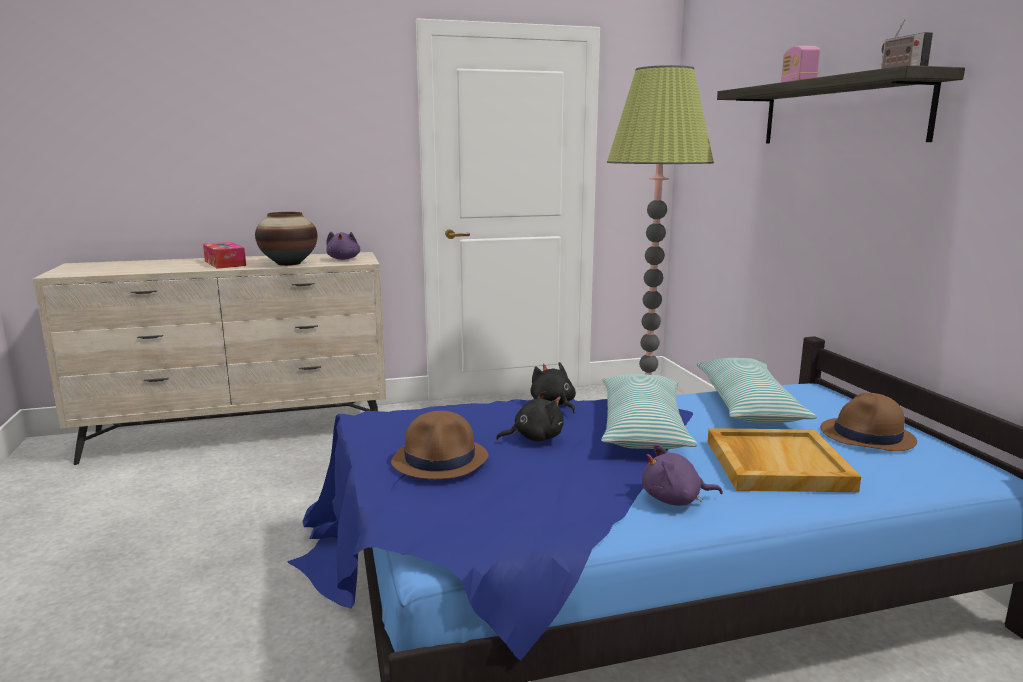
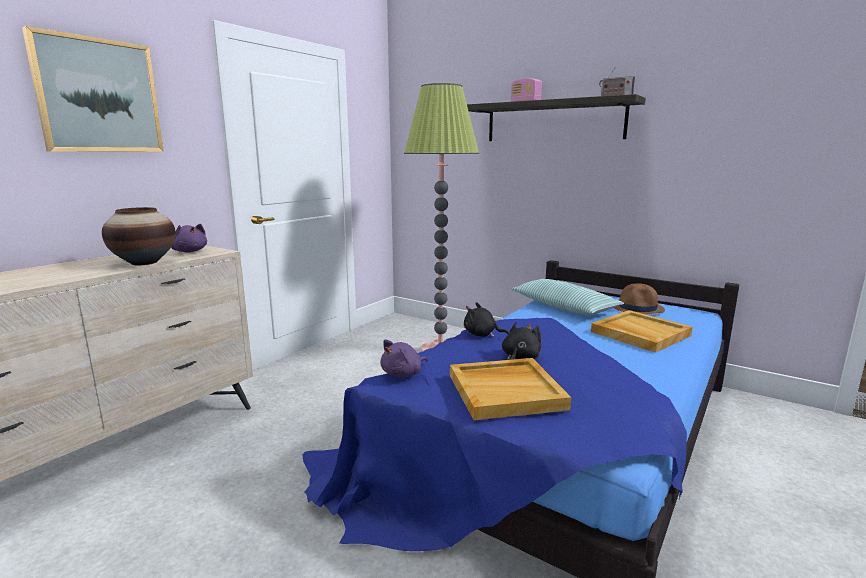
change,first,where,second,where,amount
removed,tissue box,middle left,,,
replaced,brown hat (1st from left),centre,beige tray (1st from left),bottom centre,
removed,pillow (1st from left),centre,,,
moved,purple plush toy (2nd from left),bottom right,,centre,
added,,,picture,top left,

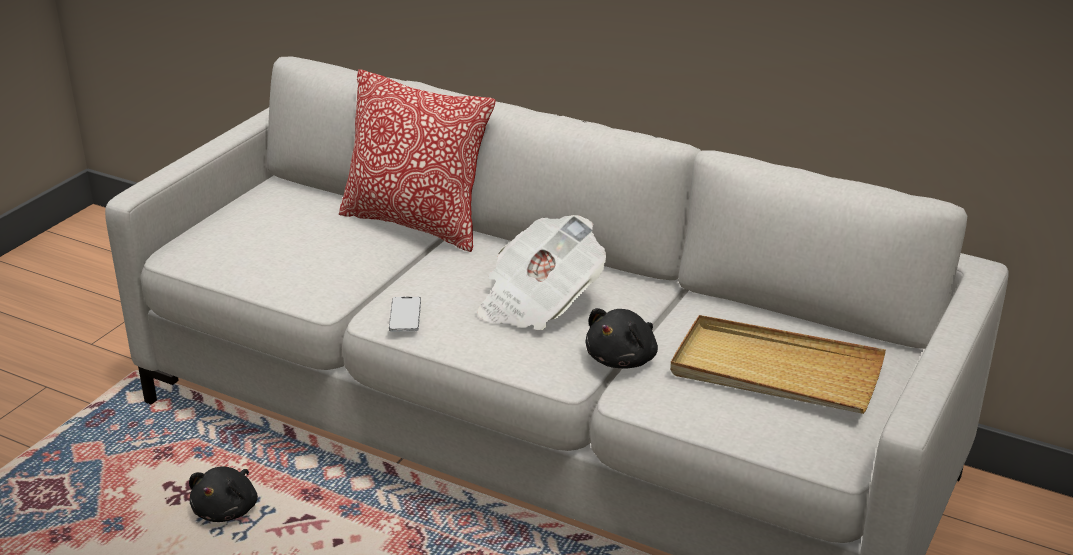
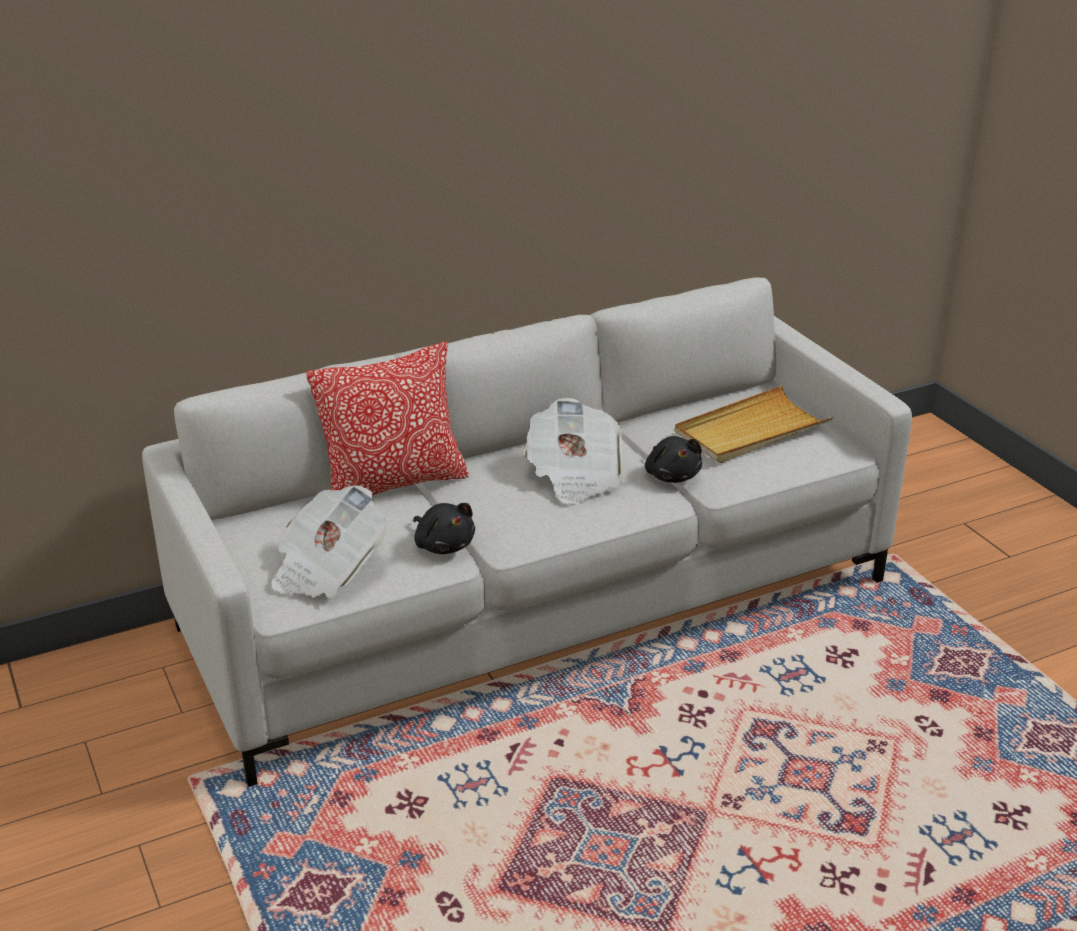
change,first,where,second,where,amount
moved,black plush toy (1st from left),bottom left,,centre,
removed,phone,centre,,,
added,,,newspaper (1st from left),middle left,

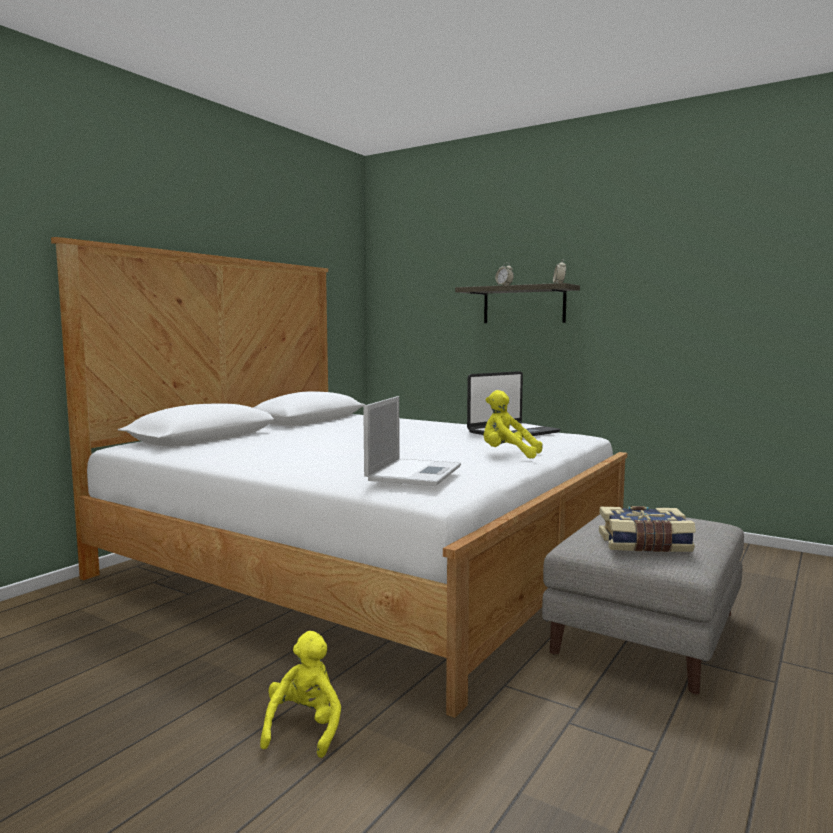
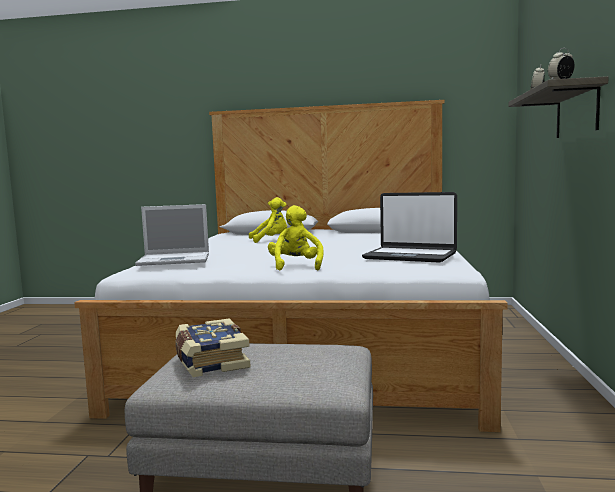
change,first,where,second,where,amount
moved,yellow plush toy (1st from left),bottom centre,,centre,

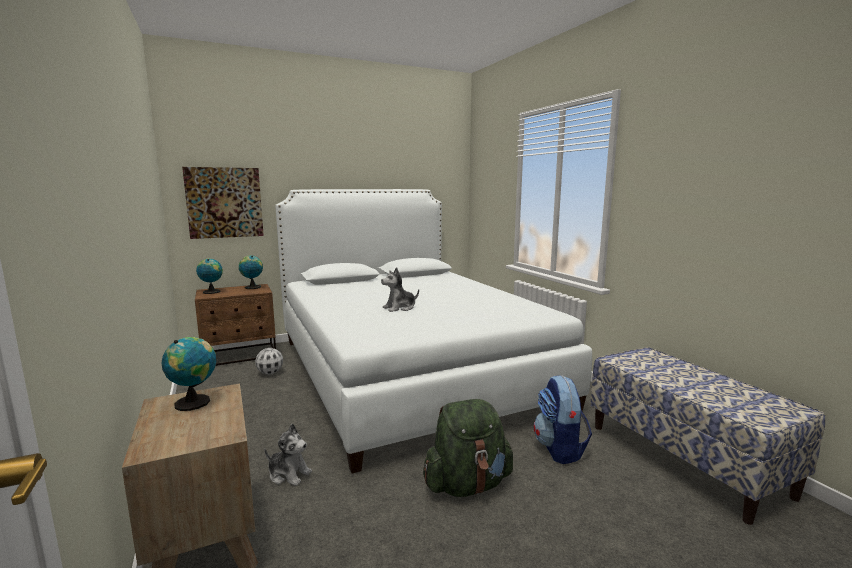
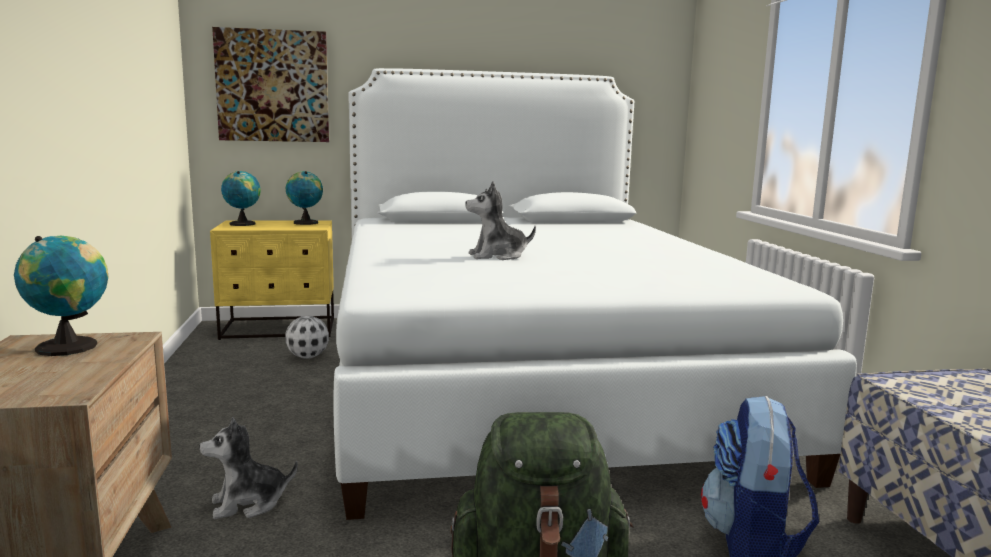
change,first,where,second,where,amount
recoloured,brown nightstand (2nd from left),middle left,yellow nightstand,middle left,
turned,plush toy (1st from left),bottom centre,,bottom left,120 degrees clockwise

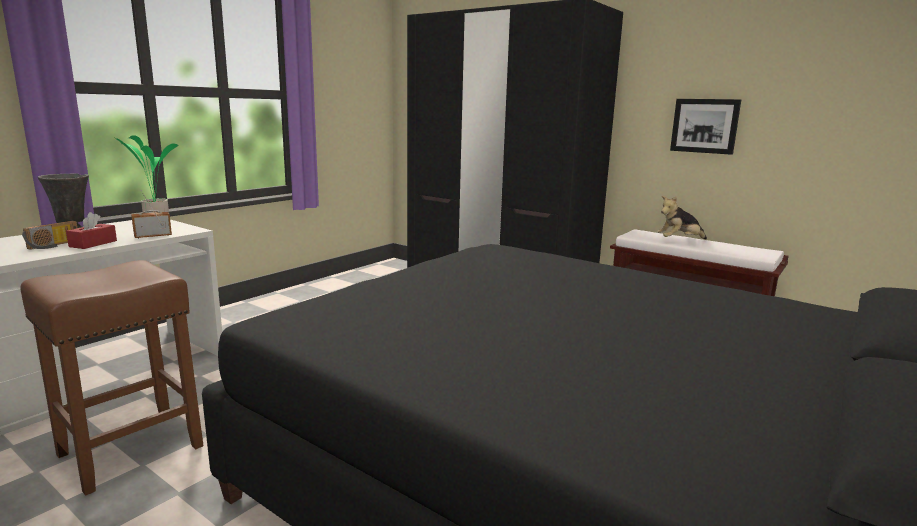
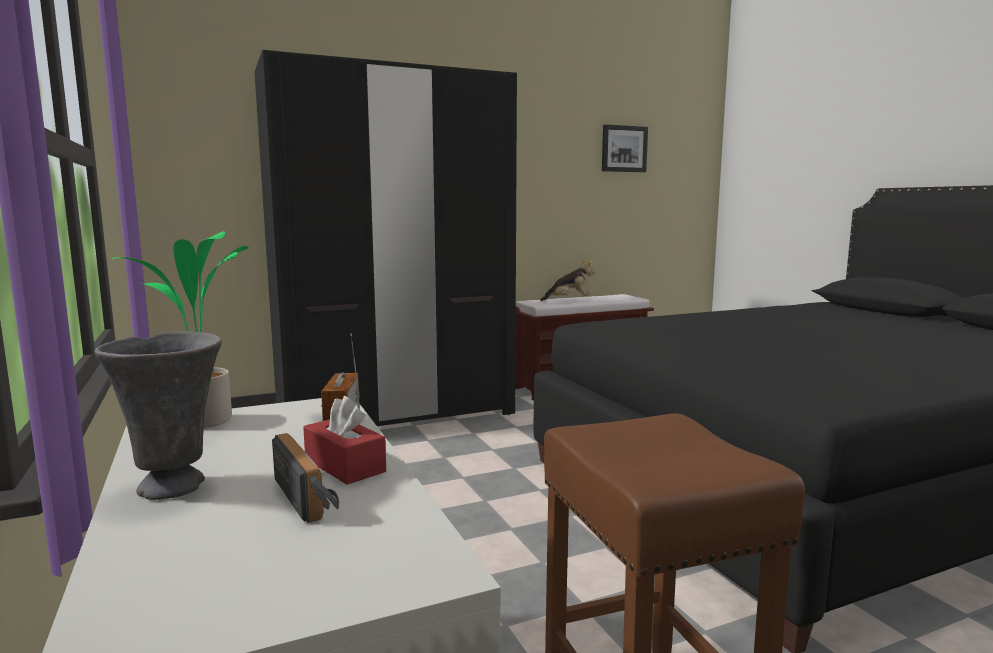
change,first,where,second,where,amount
turned,plush toy,middle right,,centre,105 degrees counterclockwise
moved,picture,top right,,top centre,

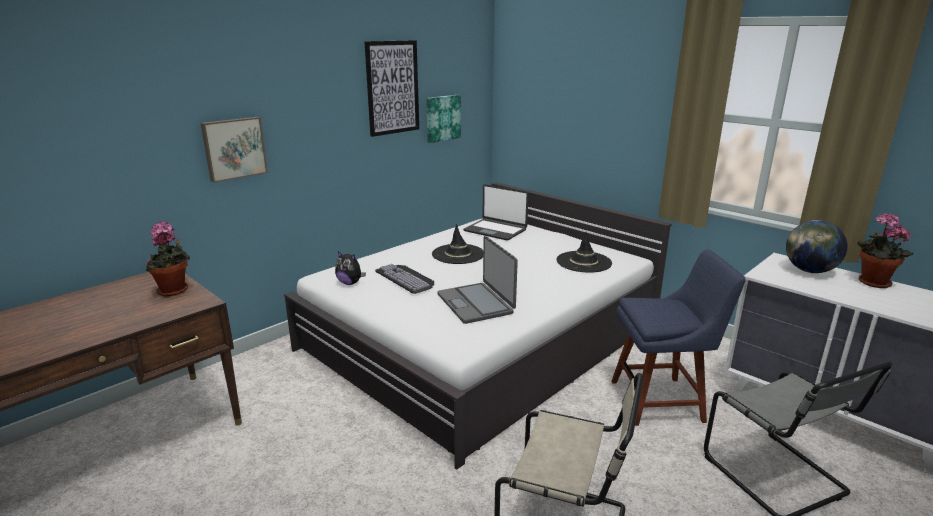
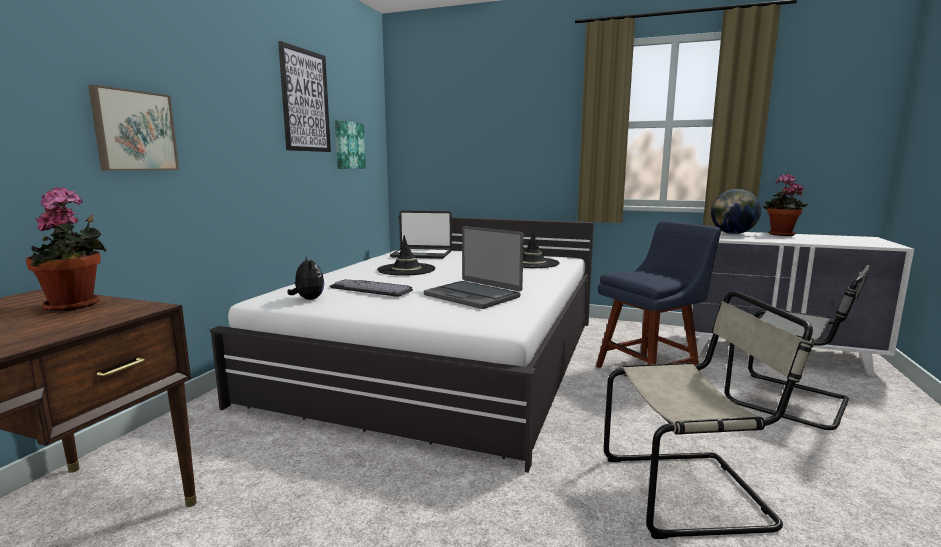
change,first,where,second,where,amount
turned,plush toy,centre,,middle left,120 degrees counterclockwise

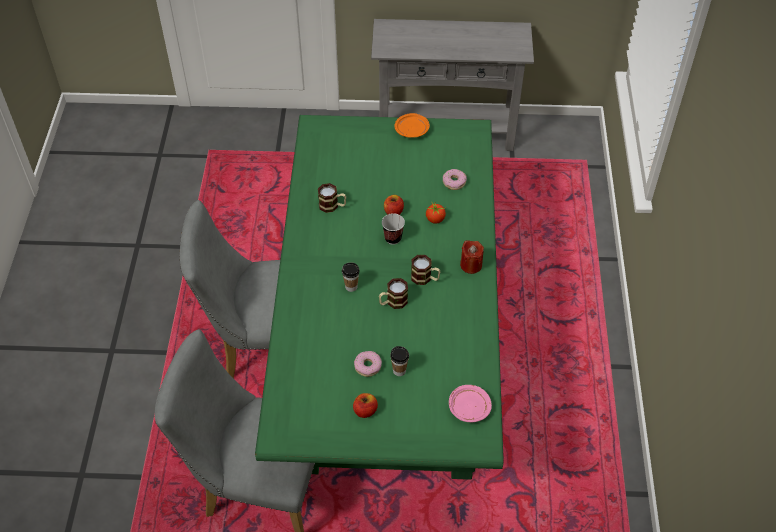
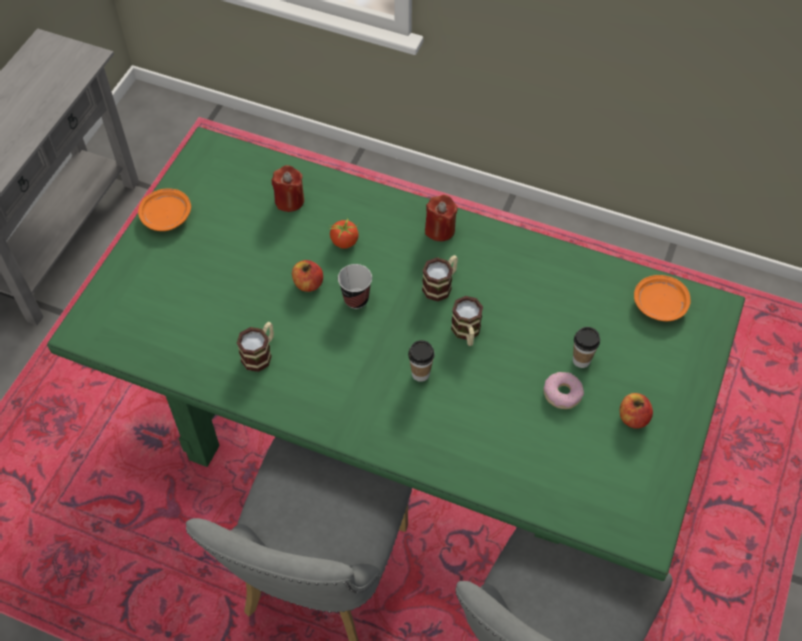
change,first,where,second,where,amount
replaced,donut (2nd from left),centre,red candle (1st from left),top centre,
recoloured,pink plate,bottom centre,orange plate (2nd from left),middle right,

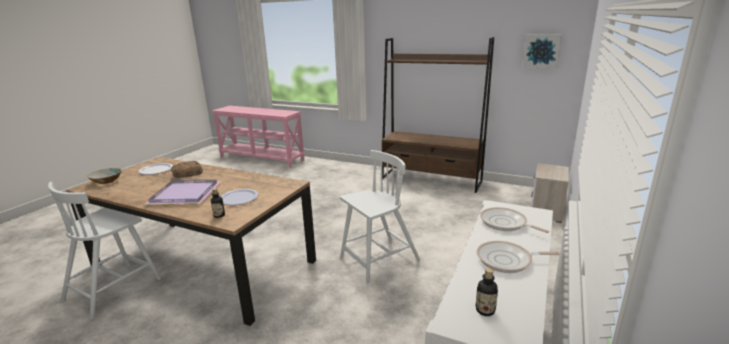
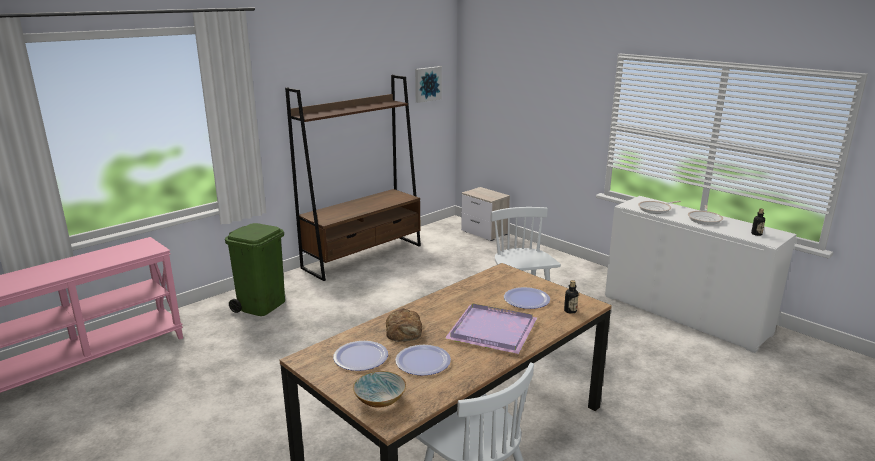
change,first,where,second,where,amount
added,,,green trash can,middle left,
added,,,plate (2nd from left),bottom centre,

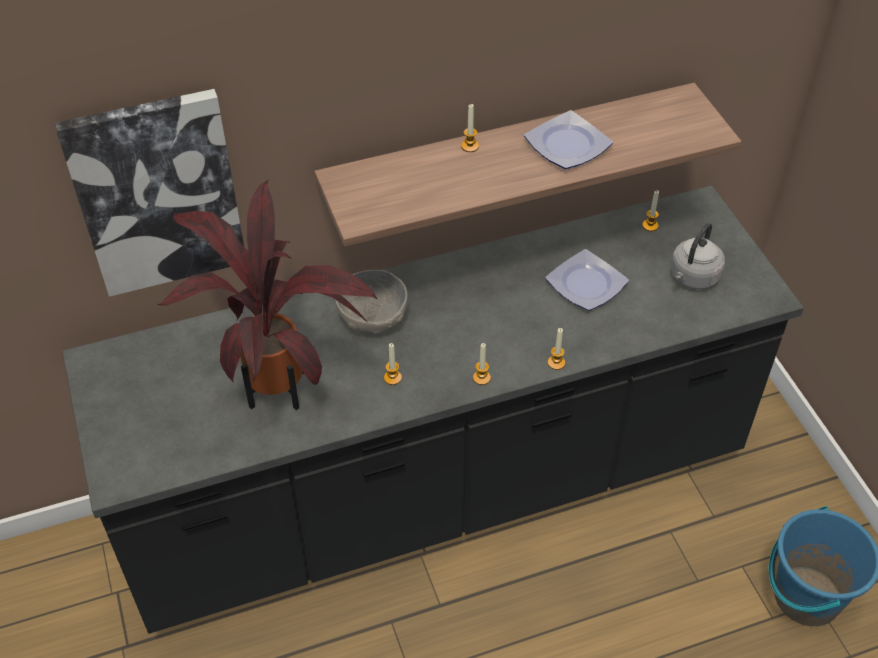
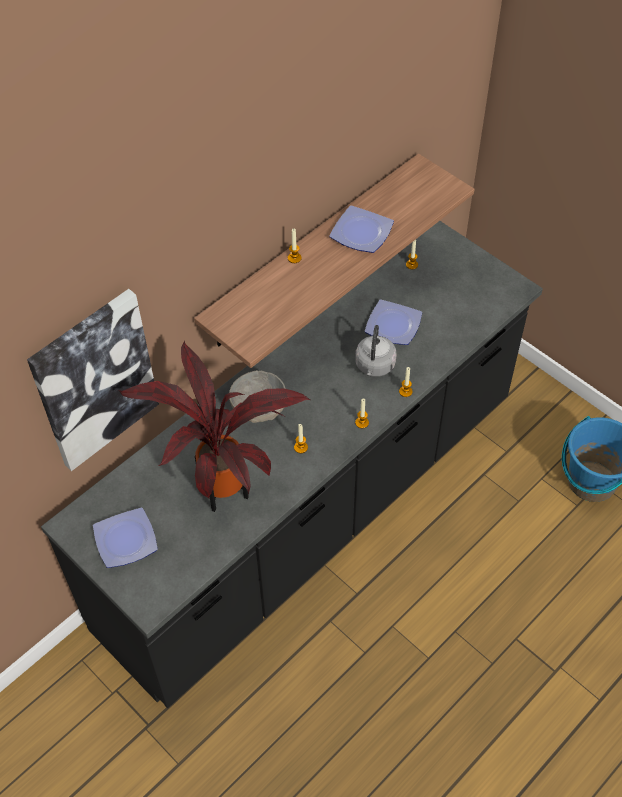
change,first,where,second,where,amount
moved,grey kettle,middle right,,centre,
added,,,plate (1st from left),bottom left,

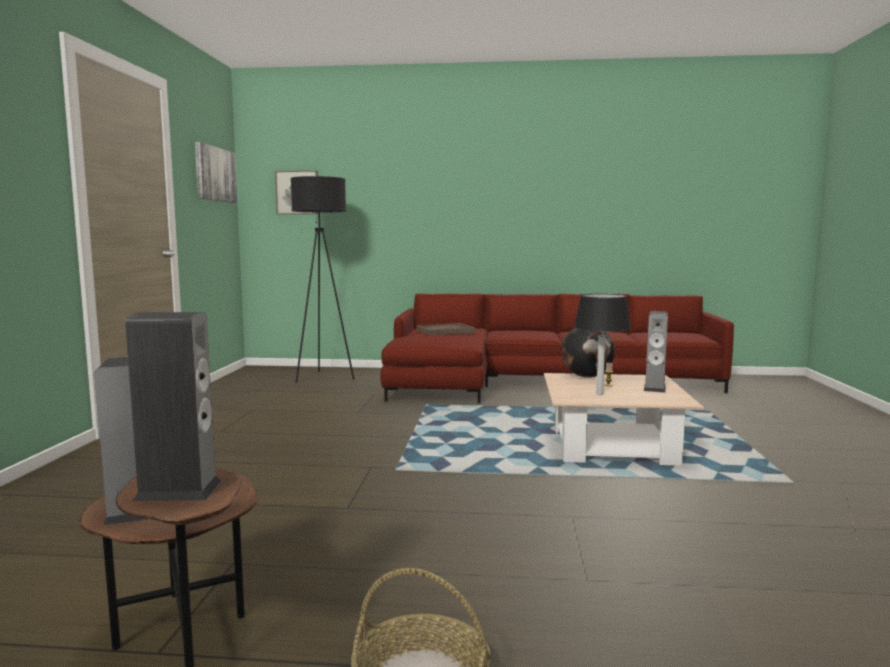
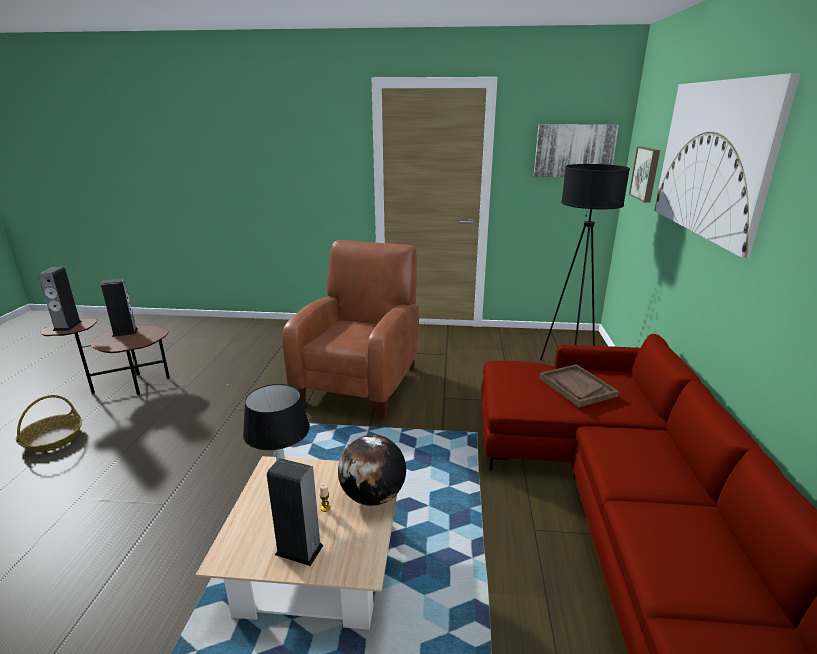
change,first,where,second,where,amount
added,,,brown armchair,centre,
added,,,picture (3rd from left),top right,

